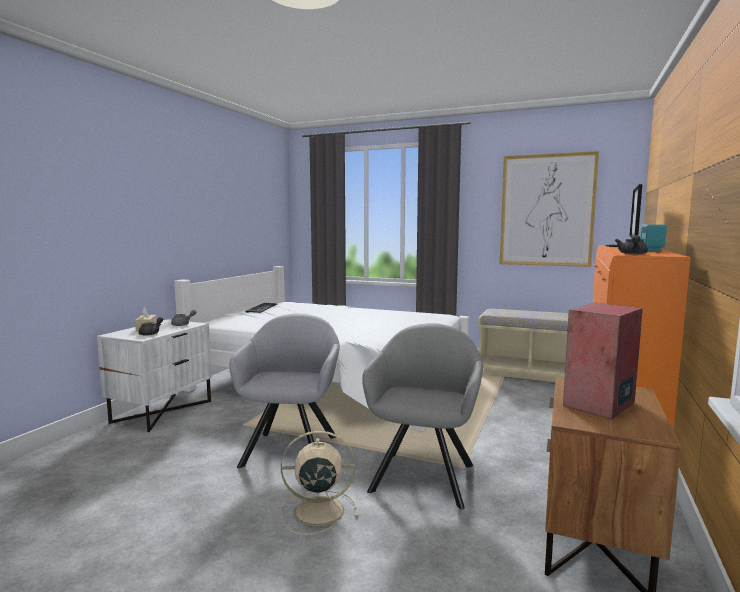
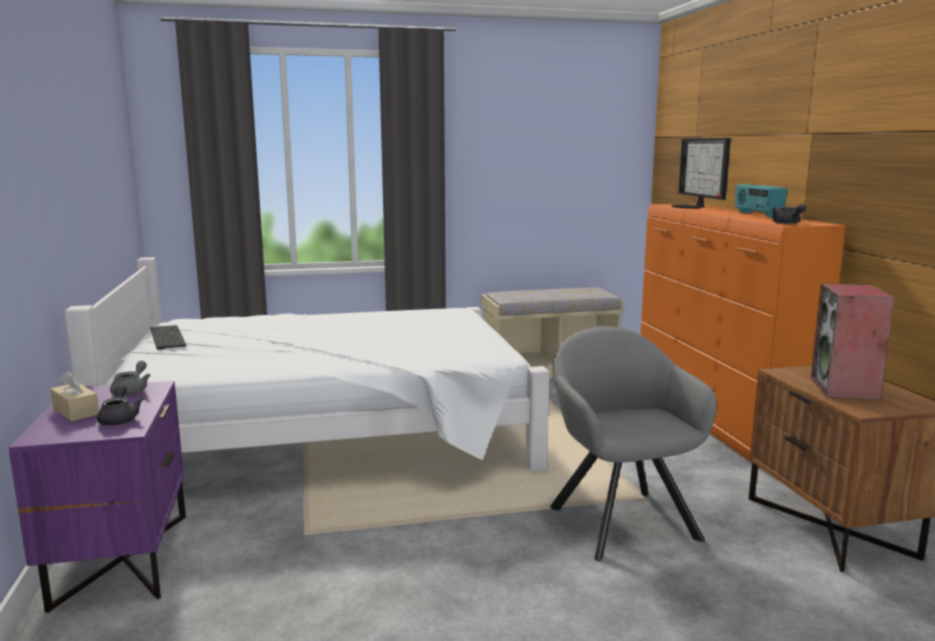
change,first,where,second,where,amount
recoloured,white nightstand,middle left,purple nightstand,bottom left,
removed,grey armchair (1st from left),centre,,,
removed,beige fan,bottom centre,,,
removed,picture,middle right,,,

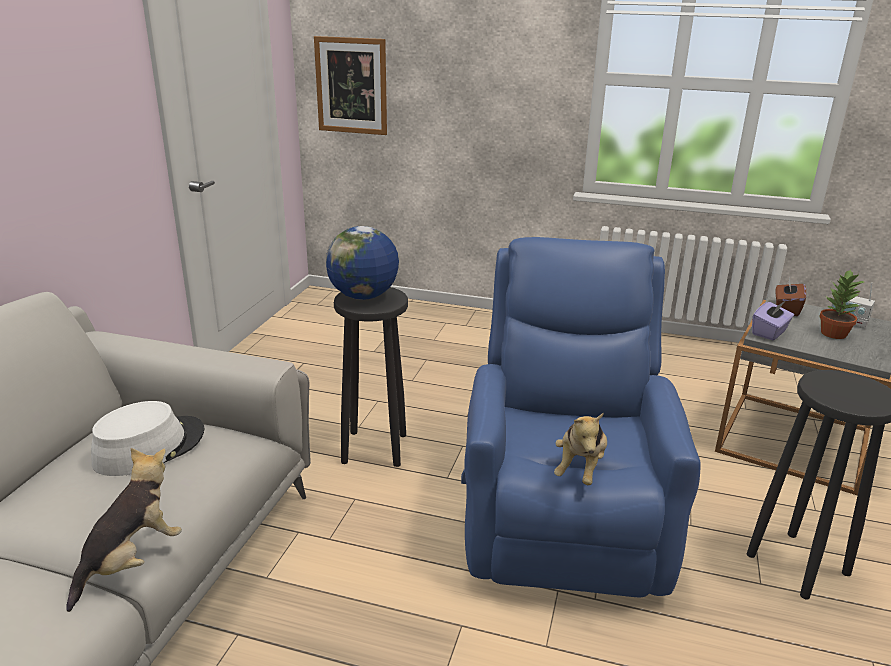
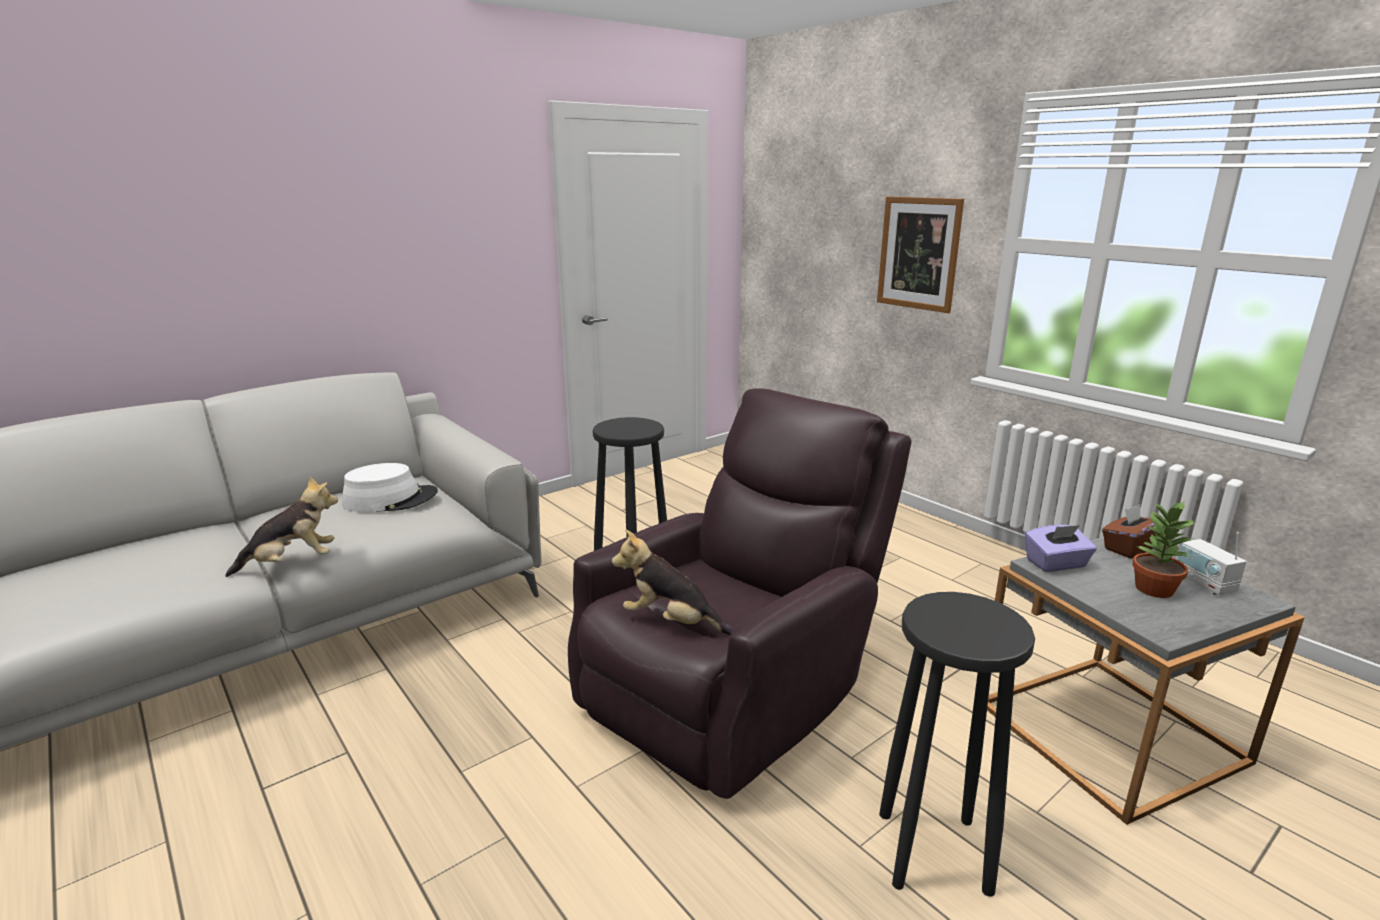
change,first,where,second,where,amount
moved,picture,top centre,,top right,
removed,globe,centre,,,
recoloured,blue armchair,centre,brown armchair,centre,
turned,plush toy (2nd from left),bottom centre,,centre,60 degrees clockwise

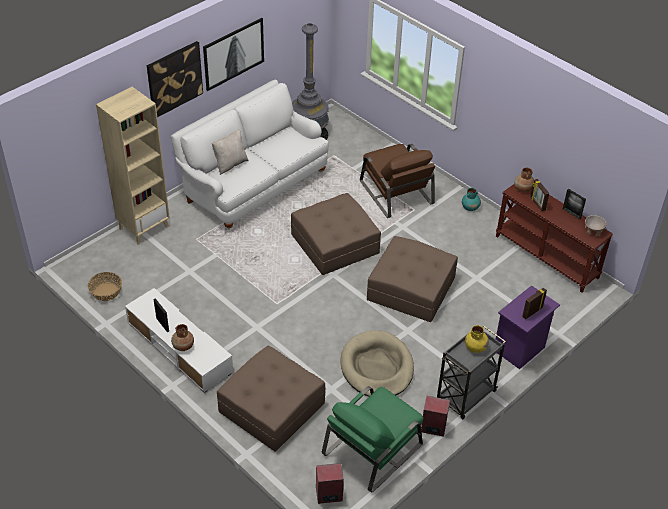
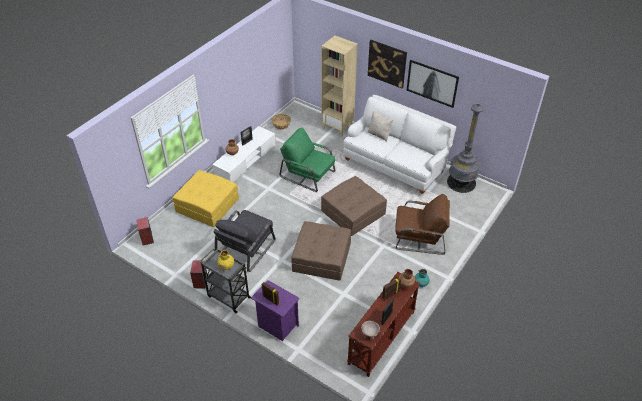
change,first,where,second,where,amount
recoloured,brown ottoman (1st from left),bottom centre,yellow ottoman,middle left,
moved,green armchair,bottom centre,,centre,
replaced,beige dog bed,bottom centre,grey armchair,centre,
turned,brown armchair,centre,,centre,135 degrees counterclockwise

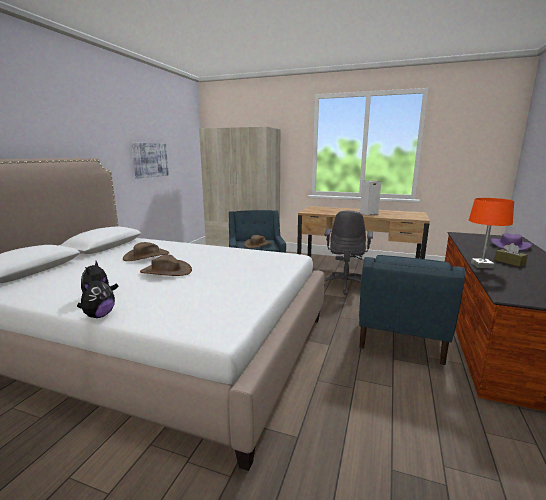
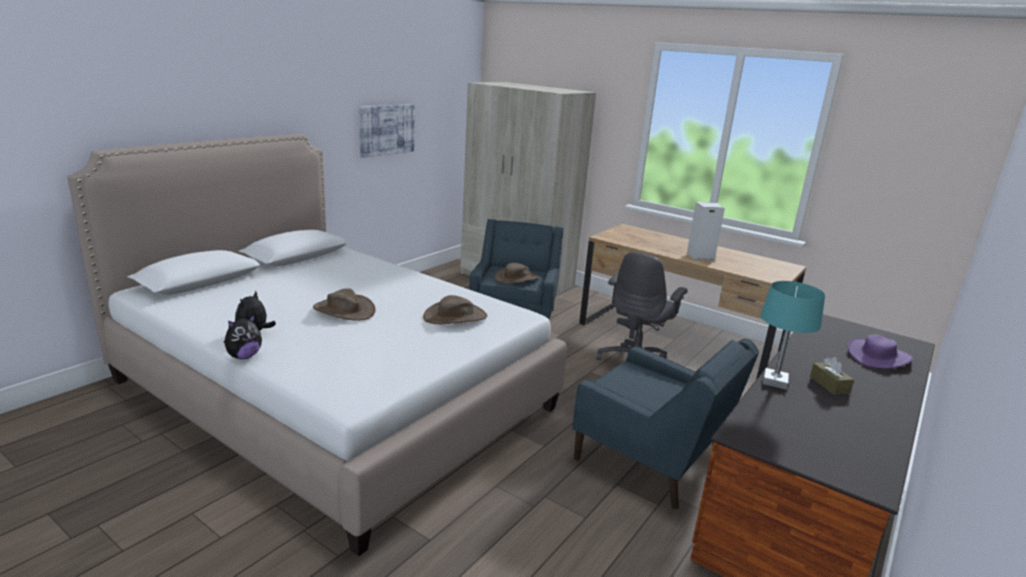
change,first,where,second,where,amount
moved,brown hat (1st from left in the first image),middle left,brown hat (2nd from left),centre,
turned,blue armchair (2nd from left),middle right,,bottom centre,90 degrees counterclockwise
recoloured,orange table lamp,middle right,turquoise table lamp,middle right,

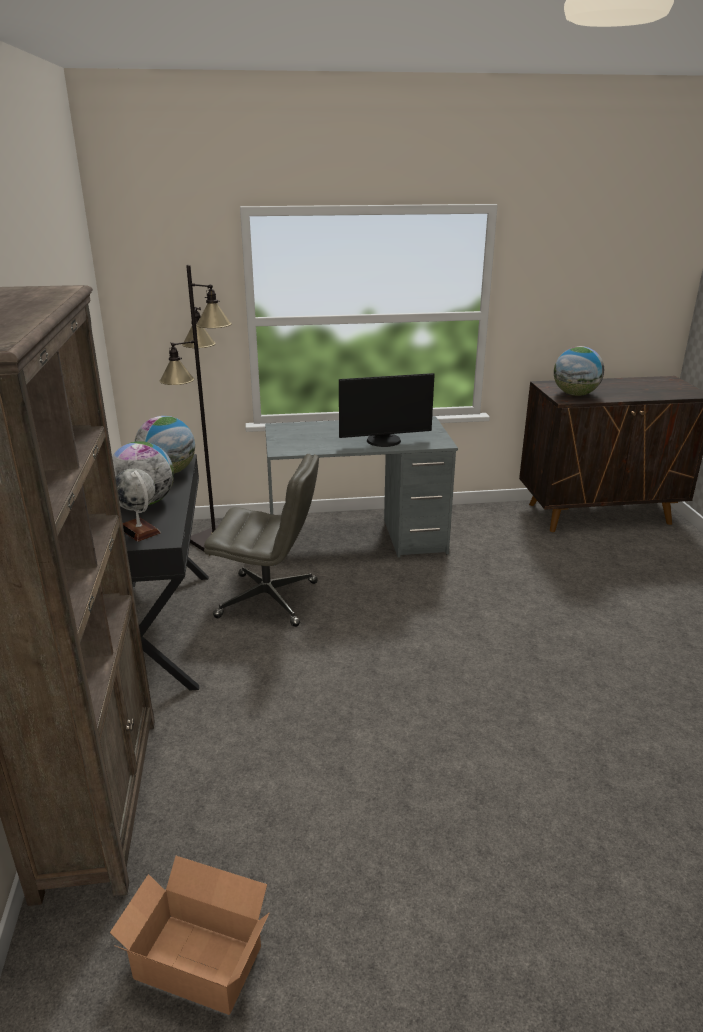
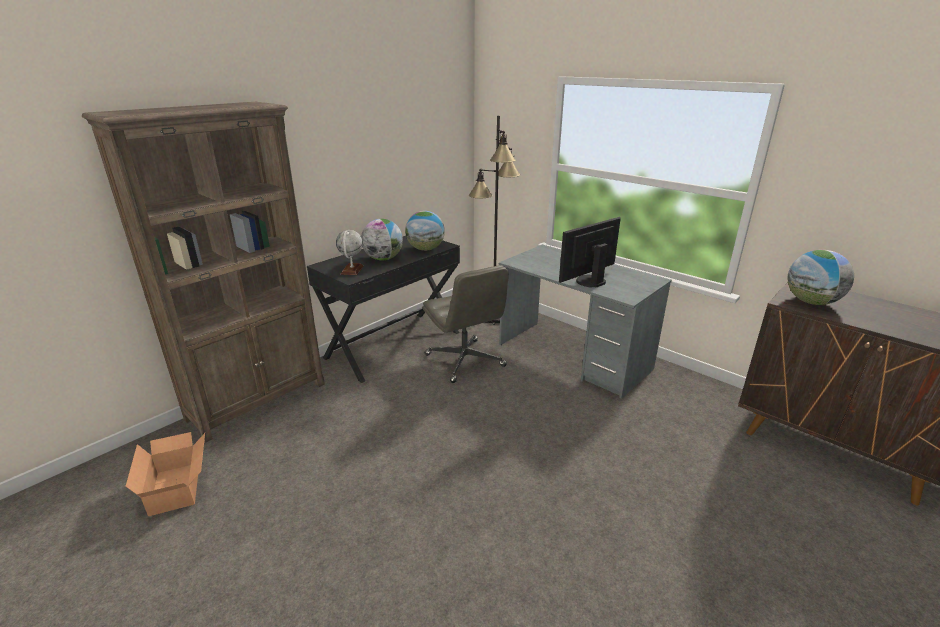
change,first,where,second,where,amount
turned,monitor,centre,,centre,105 degrees clockwise

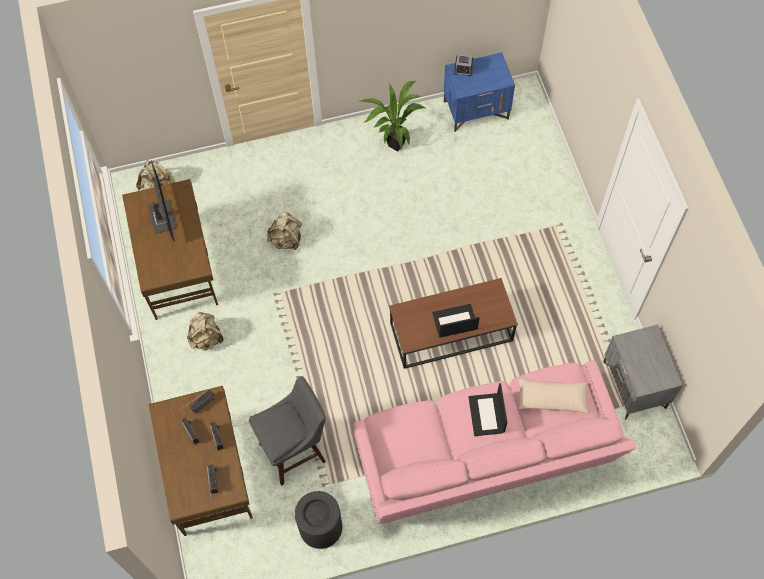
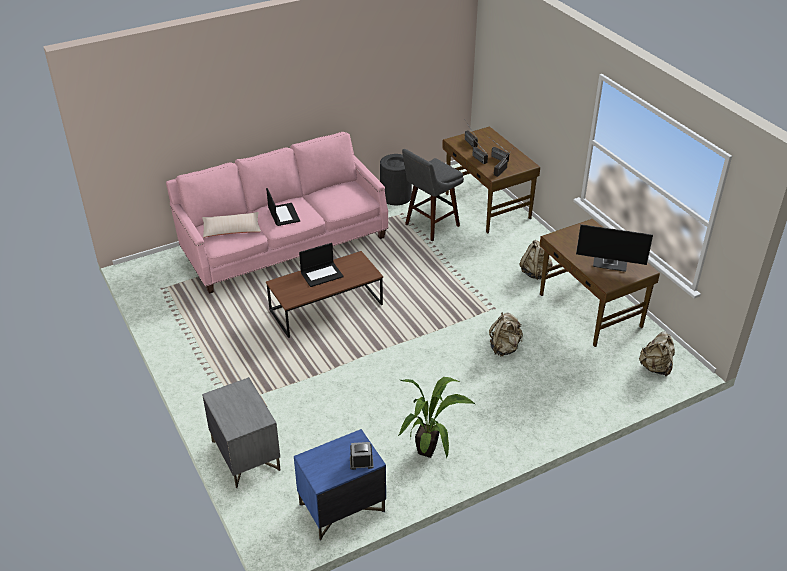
change,first,where,second,where,amount
turned,monitor,middle left,,middle right,45 degrees counterclockwise
moved,grey nightstand,middle right,,bottom left,

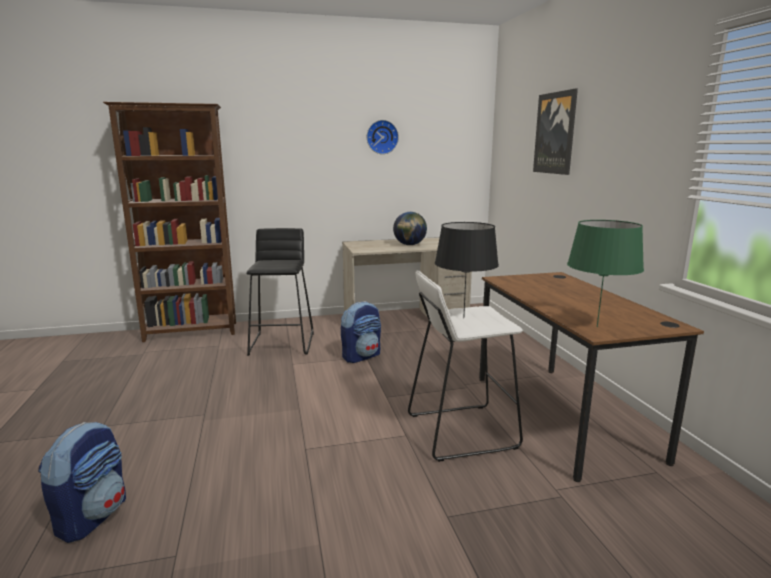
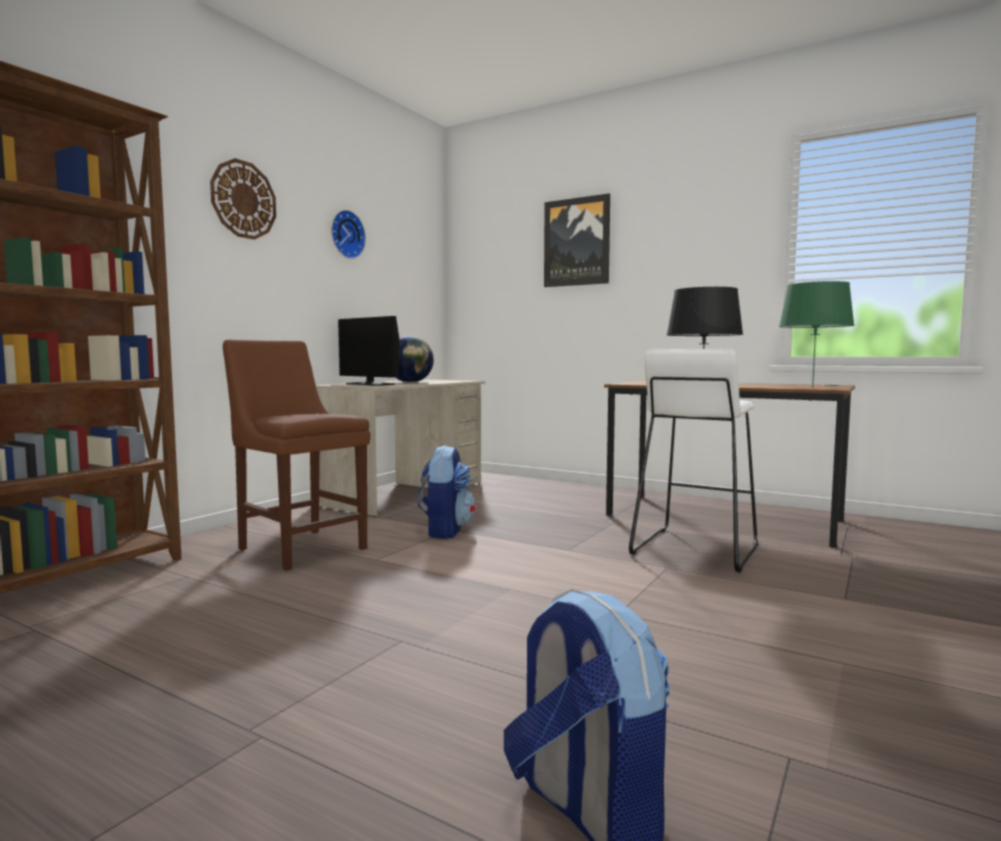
change,first,where,second,where,amount
replaced,black stool,centre,brown chair,middle left,
added,,,wall clock (1st from left),top left,
added,,,monitor,centre,

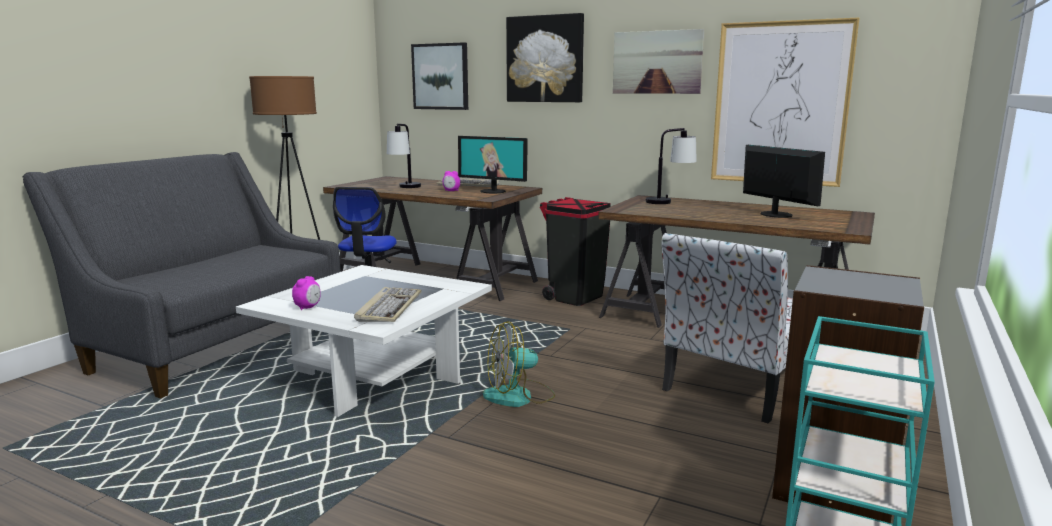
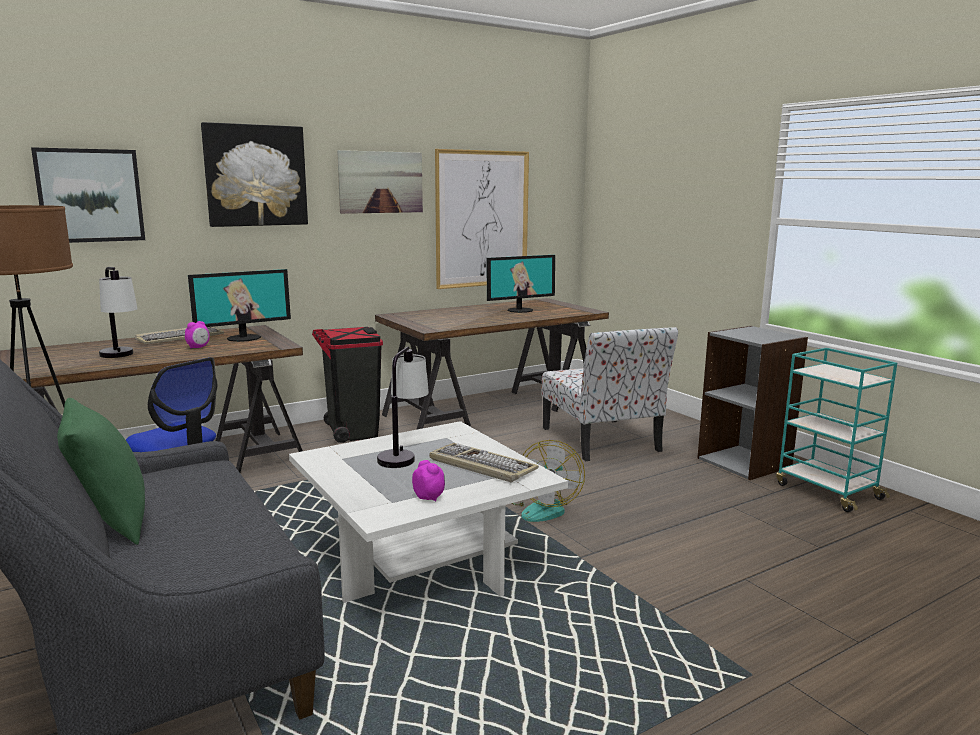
change,first,where,second,where,amount
moved,table lamp (2nd from left),top centre,,centre,
turned,monitor (2nd from left),middle right,,centre,150 degrees clockwise
added,,,green pillow,middle left,

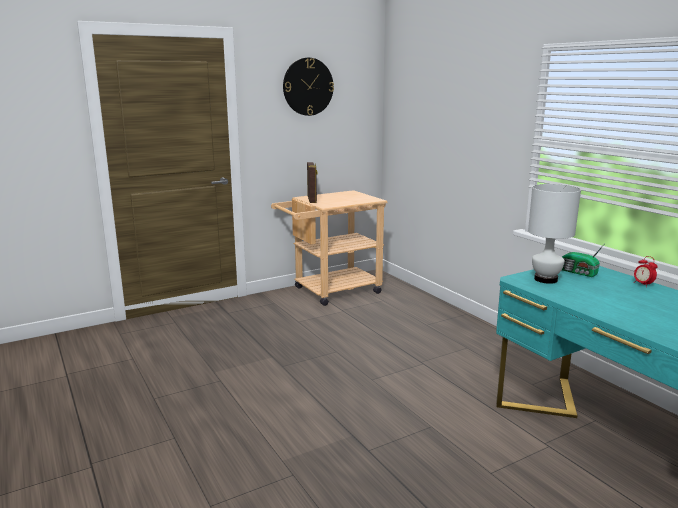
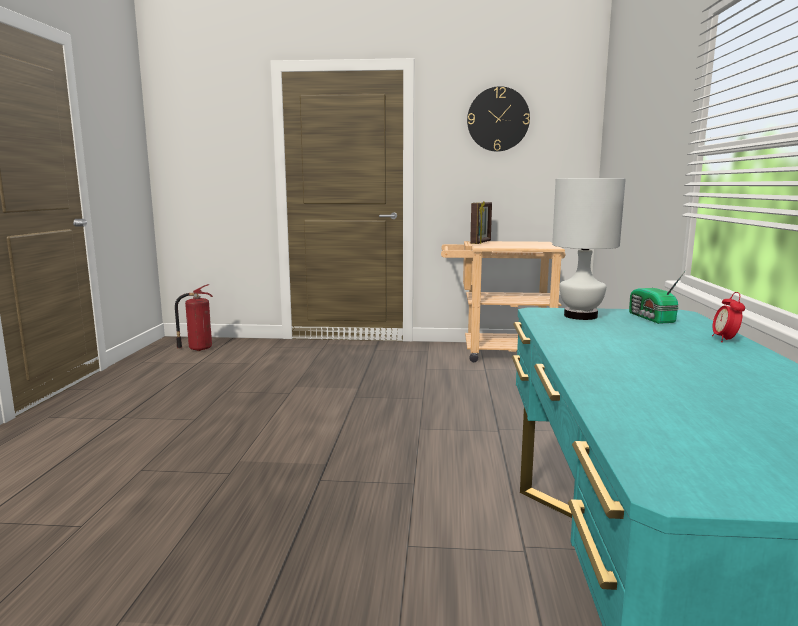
change,first,where,second,where,amount
added,,,fire extinguisher,middle left,

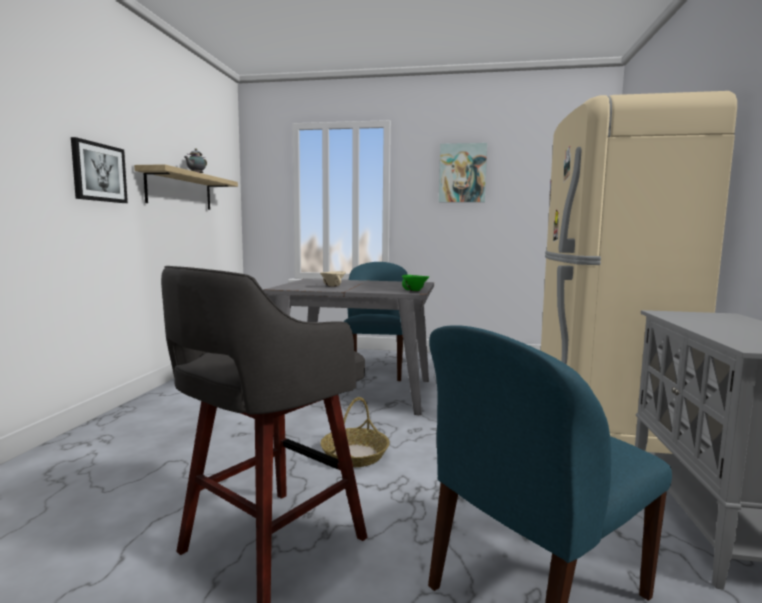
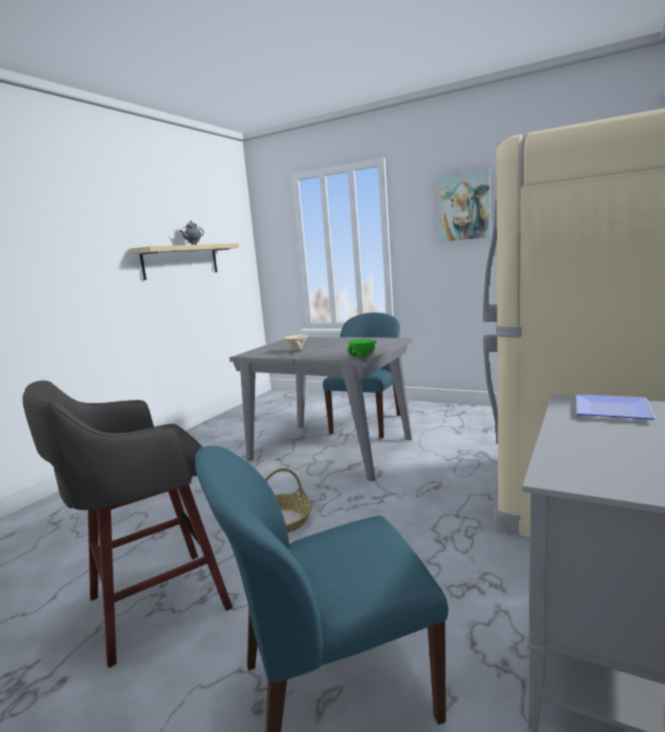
change,first,where,second,where,amount
removed,picture (1st from left),top left,,,
added,,,plate,middle right,

